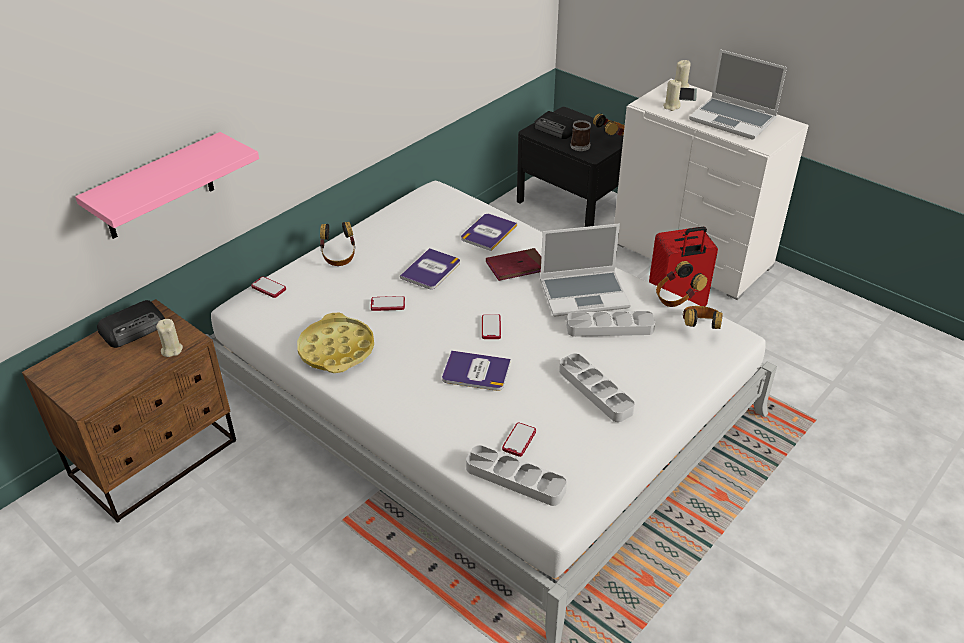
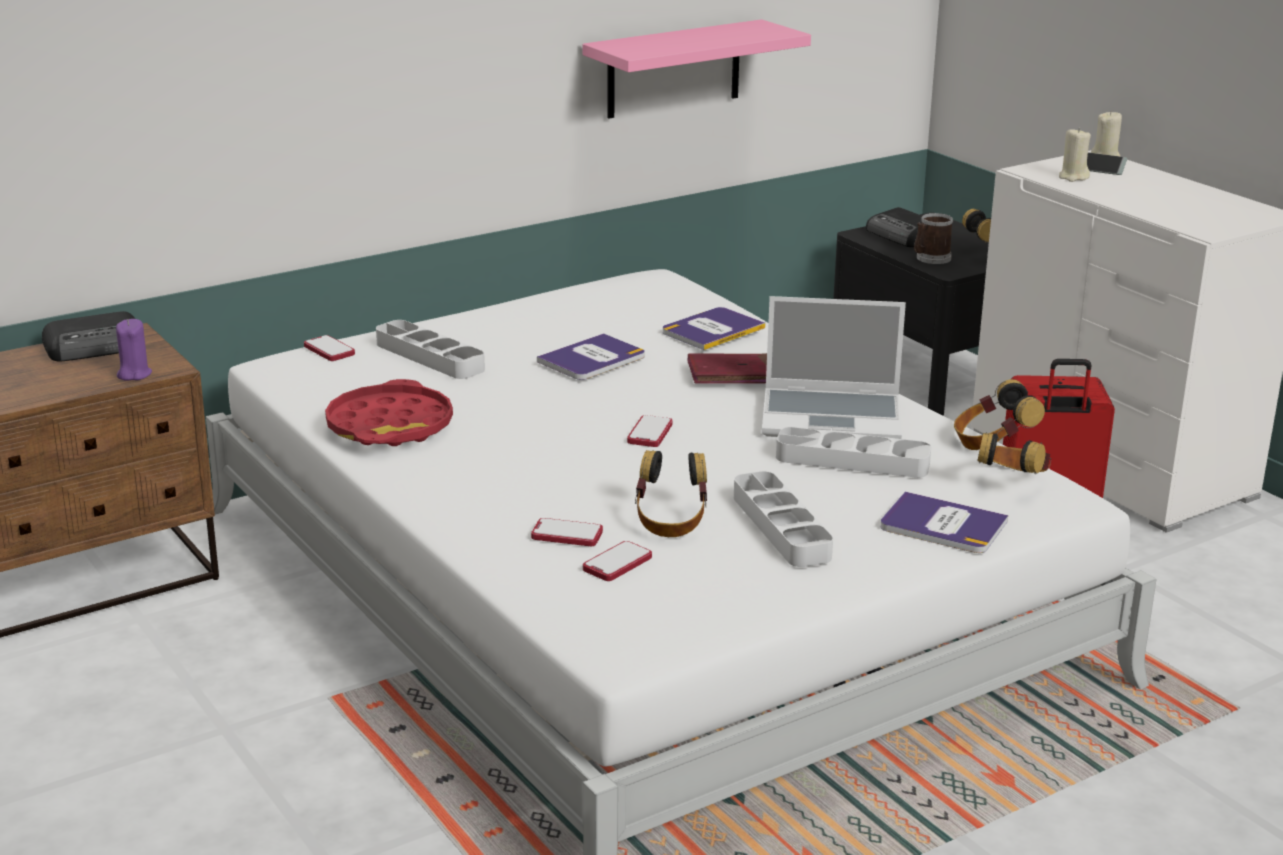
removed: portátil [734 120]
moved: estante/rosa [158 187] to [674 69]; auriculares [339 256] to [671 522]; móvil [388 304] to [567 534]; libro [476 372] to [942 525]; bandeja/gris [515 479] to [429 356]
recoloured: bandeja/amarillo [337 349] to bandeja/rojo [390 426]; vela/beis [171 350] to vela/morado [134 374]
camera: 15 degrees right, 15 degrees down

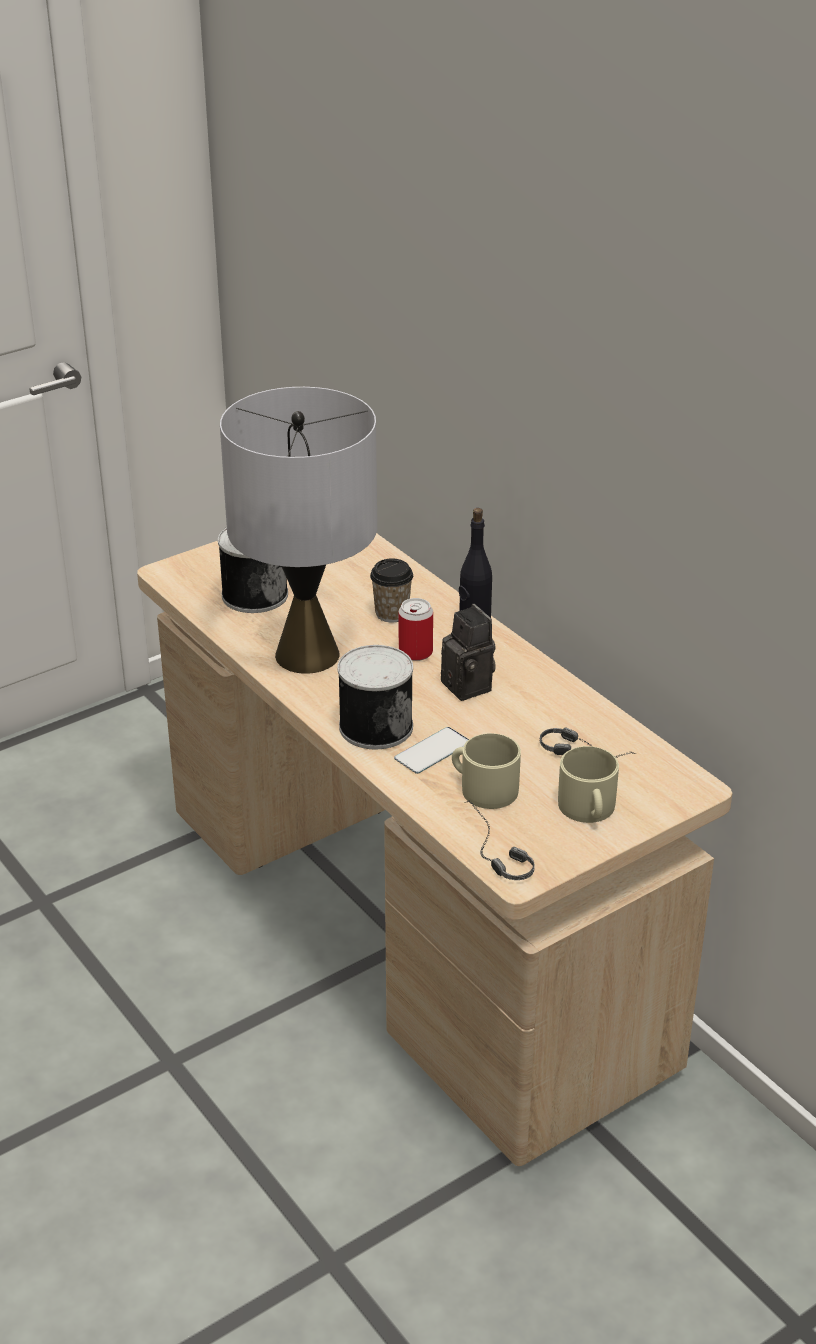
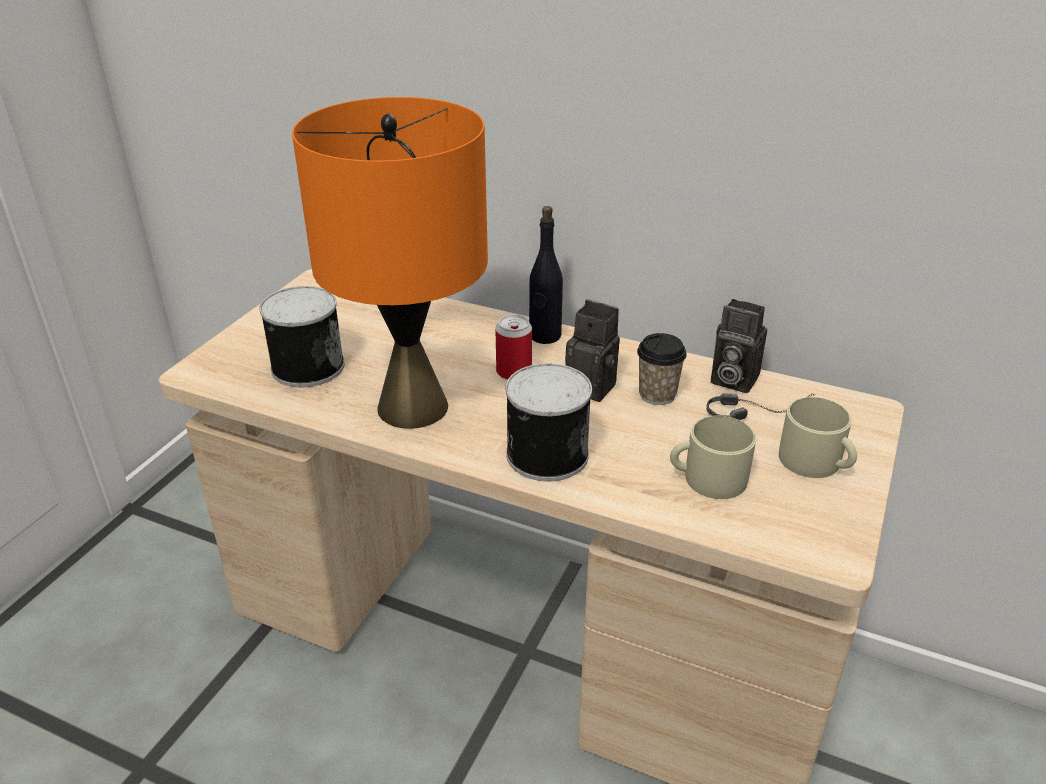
removed: móvil [432 751]; auriculares [491 853]
added: cámara [731 379]
moved: taza [392 613] to [657 394]
recoloured: lámpara de mesa/gris [306 655] to lámpara de mesa/naranja [411 407]
camera: 30 degrees left, 0 degrees up

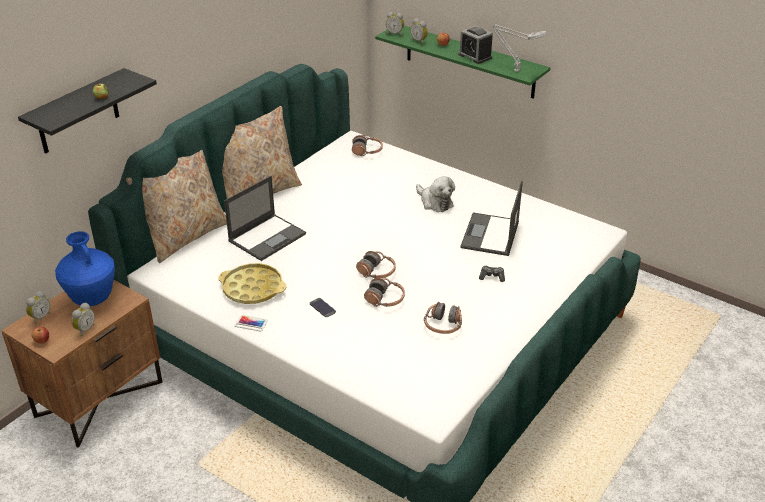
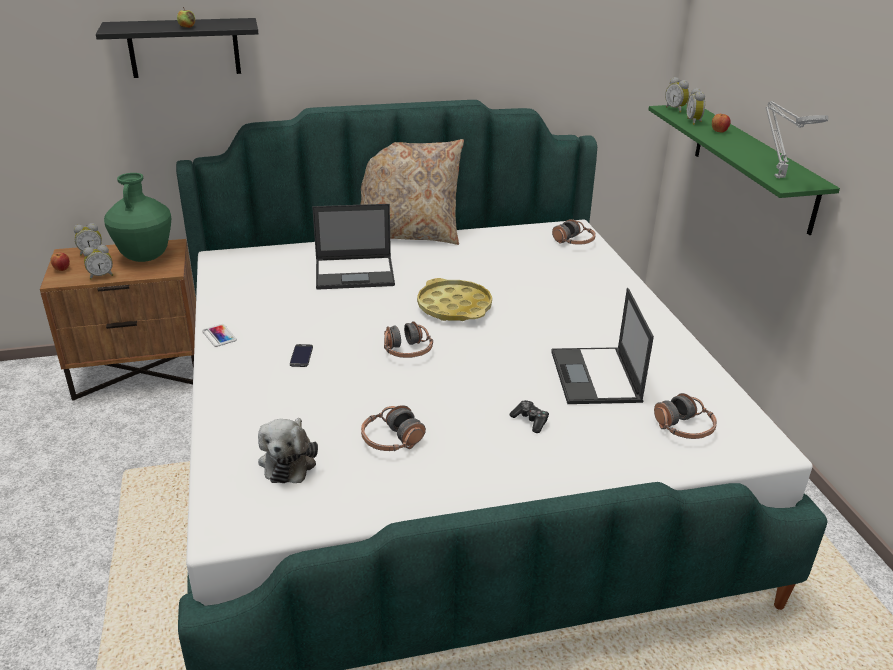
removed: despertador [475 56]; cojín/beis [185 236]
moved: peluche [434 202] to [289 461]; bandeja/amarillo [252 288] to [454 307]; auriculares [385 299] to [683 428]
recoloured: florero/azul [92 299] to florero/verde [145 257]
turned: portátil [490 235] = [596 377] 60 degrees counterclockwise
camera: 40 degrees right, 5 degrees down

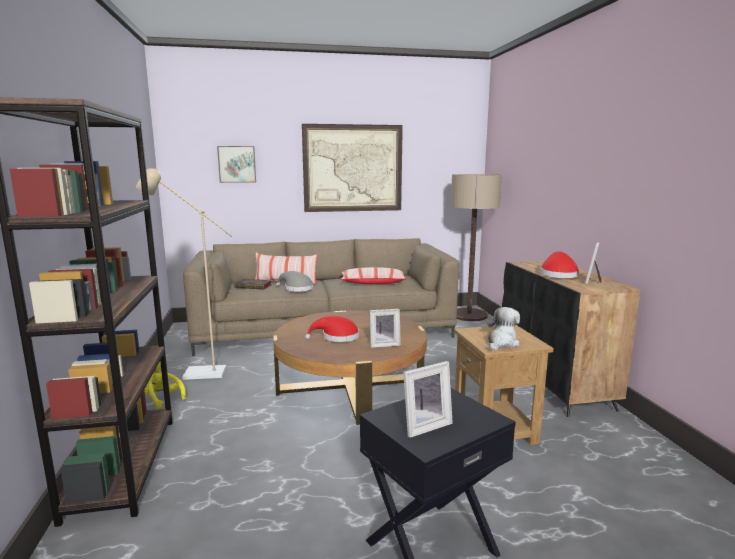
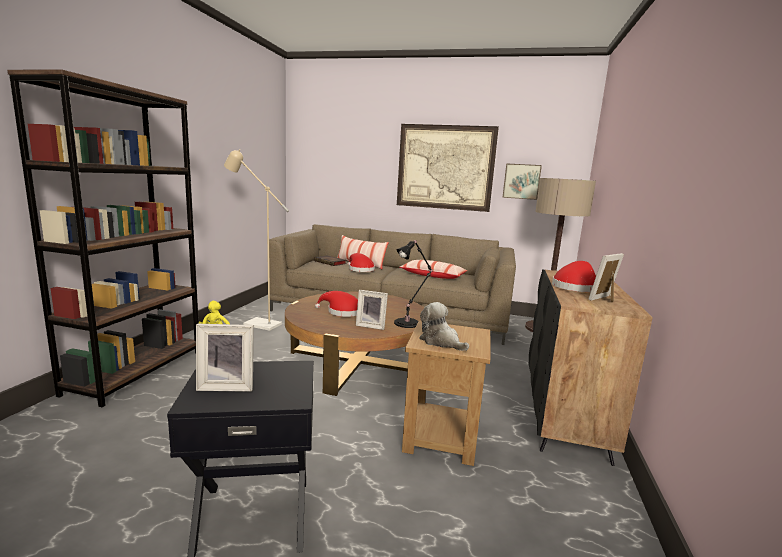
added: lámpara de mesa/negro [408 323]
moved: cuadro [237 164] to [521 181]
recoloured: sombrero/gris [296 288] to sombrero/rojo [360 269]
turned: peluche [501 343] = [441 342] 105 degrees counterclockwise
camera: 25 degrees right, 0 degrees up

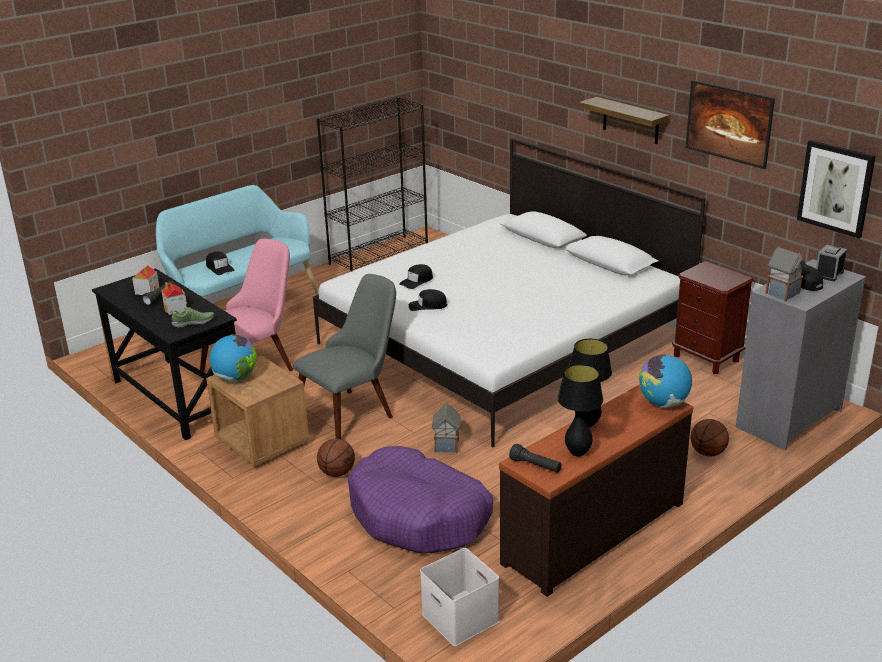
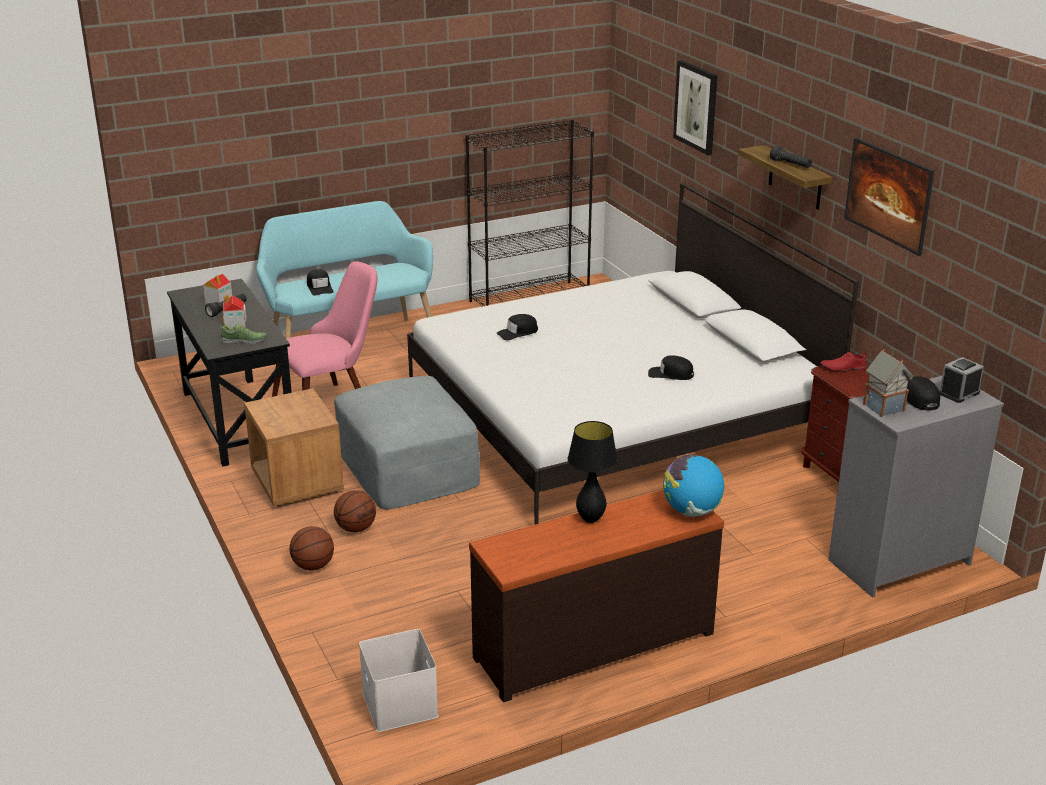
removed: globo terráqueo [235 378]; lámpara de mesa/negro [577 453]; casita [447 446]; cama para perro/morado [419 515]
added: zapato/rojo [843 367]
moved: cuadro [836 188] to [696 107]; gorra/negro [427 305] to [670 374]; balón de baloncesto [707 453] to [313 566]; linterna/negro [535 466] to [790 164]
replaced: silla/gris [353 412] to puf/gris [408 467]
camera: 15 degrees right, 0 degrees up

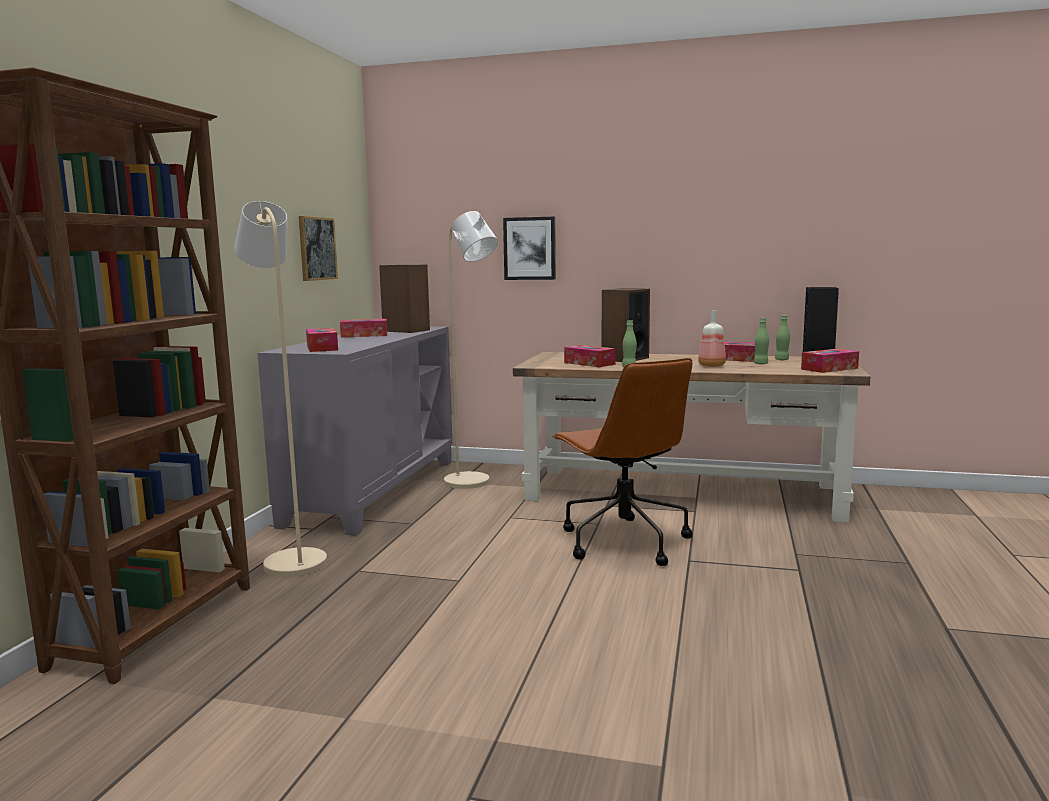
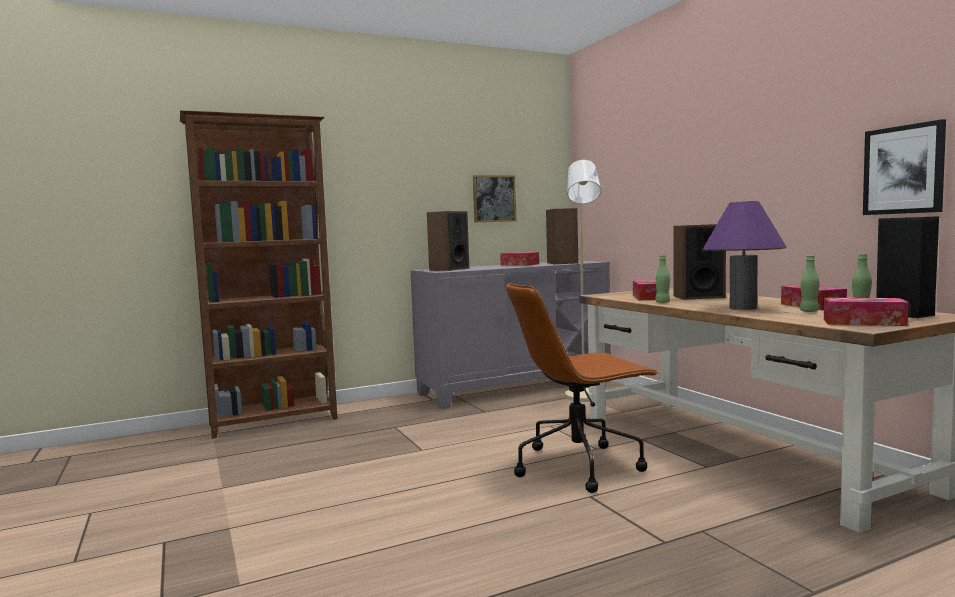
removed: lámpara de pie/beis [292 560]
moved: cuadro [530 248] to [903 170]
replaced: botella [711 366] to lámpara de mesa/morado [743 308]; caja de pañuelos [322 348] to altavoz [449 269]
turned: silla de oficina/marrón [623 541] = [579 465] 45 degrees clockwise
camera: 50 degrees right, 5 degrees down

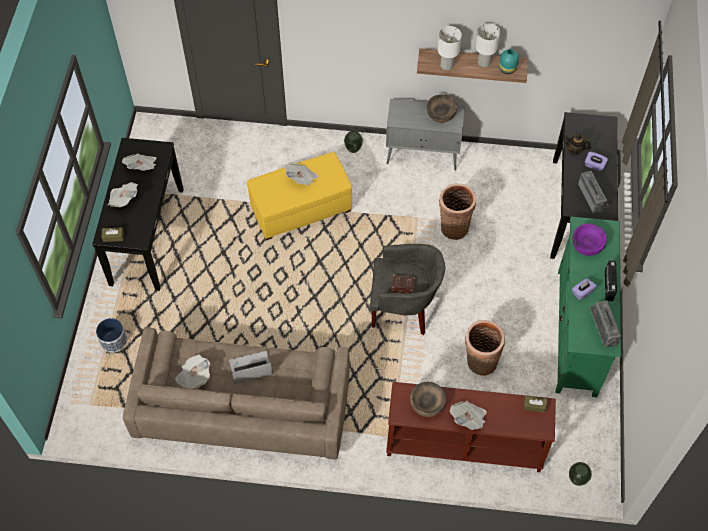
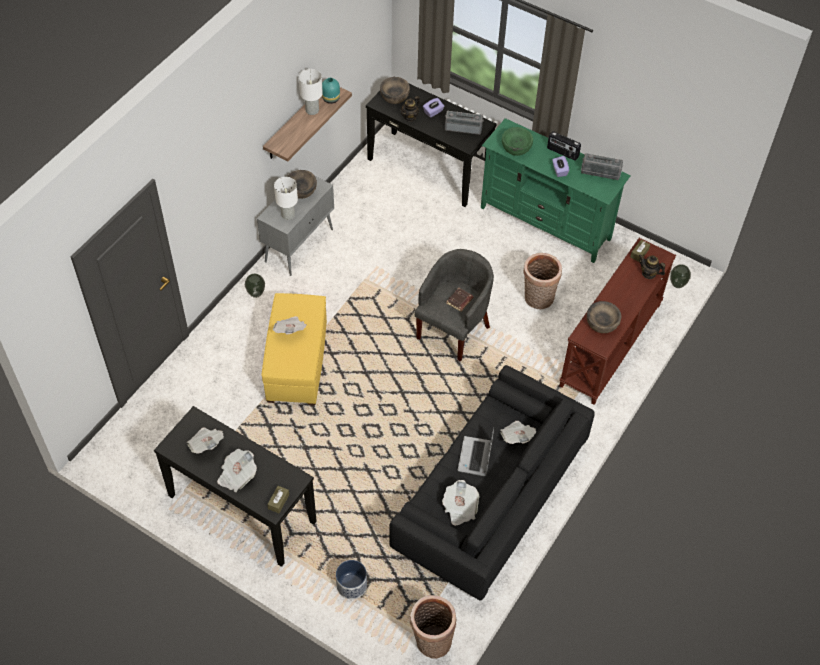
added: cuenco/marrón [394 96]; tetera [649 273]
moved: lámpara de mesa/blanco [447 65] to [288 215]; cesta [453 226] to [431 641]; periódico [468 419] to [517 437]
recoloured: cuenco/morado [587 245] to cuenco/verde [516 147]; sofá/beis [243 408] to sofá/negro [490 498]
camera: 65 degrees left, 5 degrees down

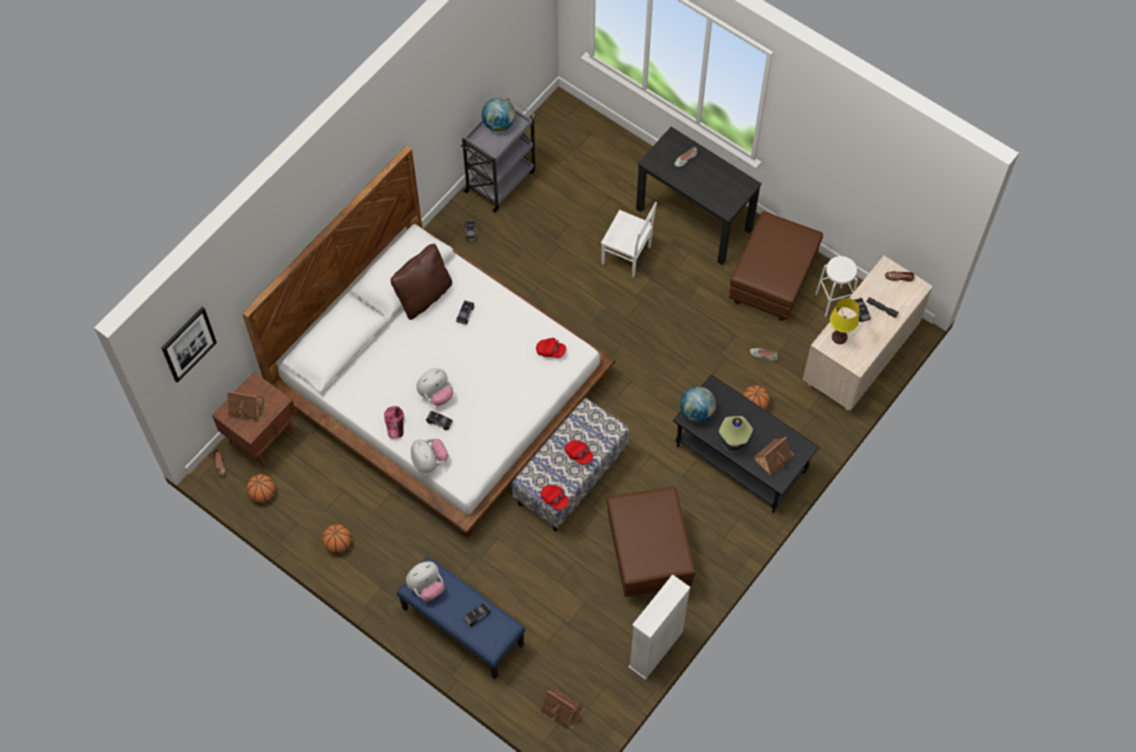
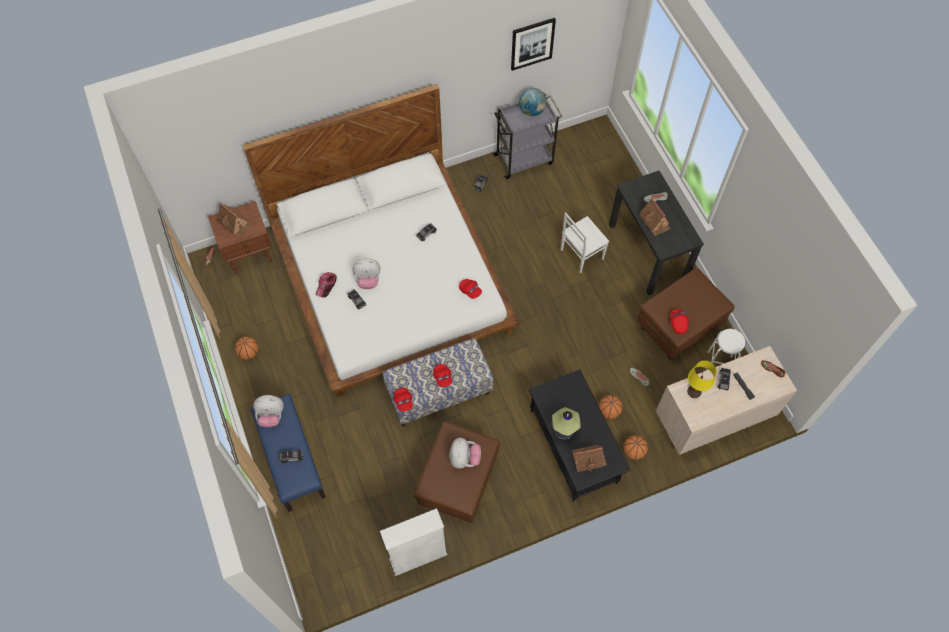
removed: cojín/marrón [423 296]; globo terráqueo [697 412]
added: gorra/rojo [678 323]
moved: cuadro [188 344] to [532 43]; peluche [429 461] to [464 458]; balón de baloncesto [262 493] to [633 451]; casita [562 709] to [655 221]
turned: silla/blanco [626 256] = [581 254] 90 degrees clockwise
camera: 30 degrees right, 0 degrees up

